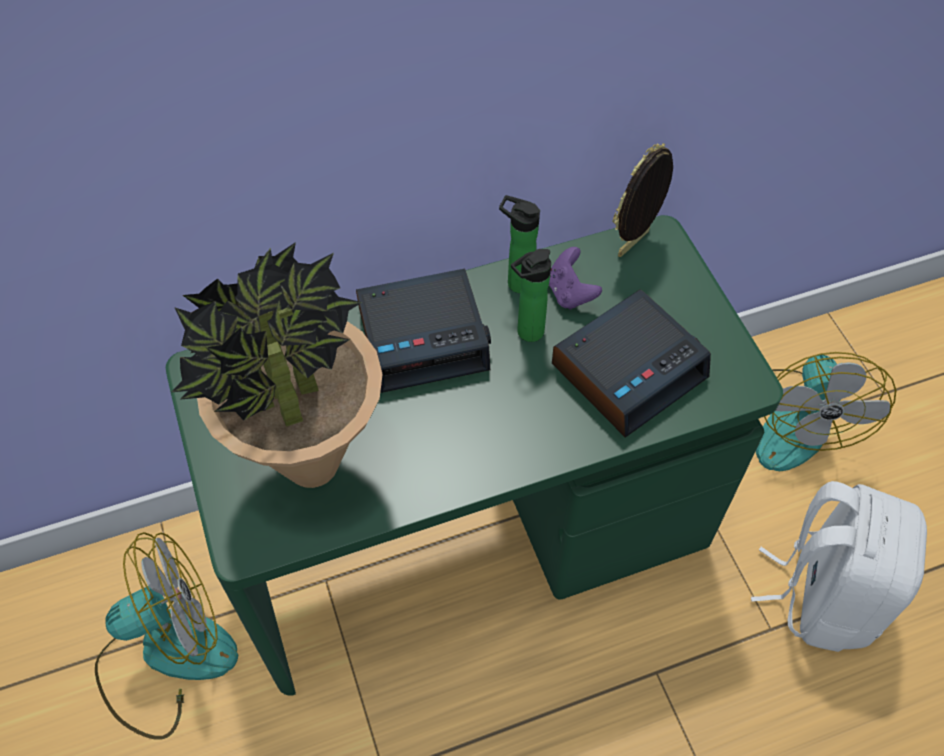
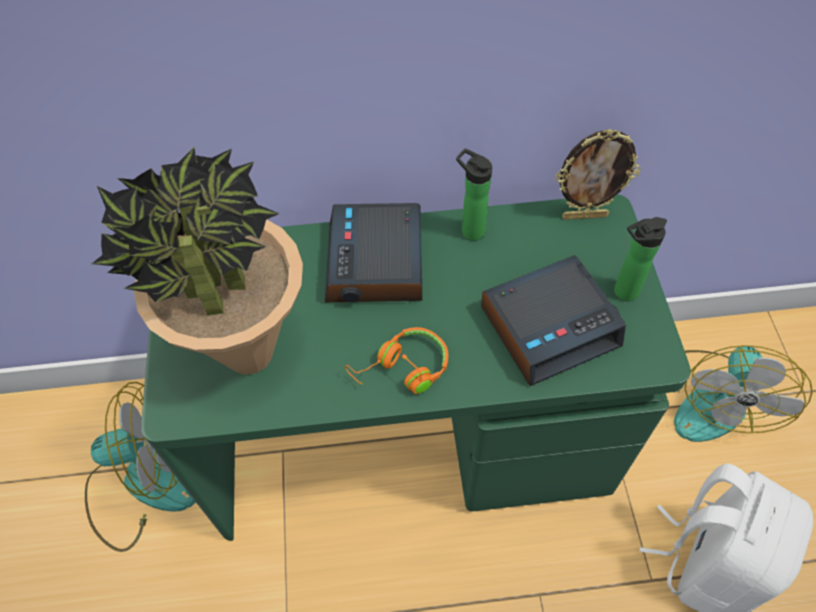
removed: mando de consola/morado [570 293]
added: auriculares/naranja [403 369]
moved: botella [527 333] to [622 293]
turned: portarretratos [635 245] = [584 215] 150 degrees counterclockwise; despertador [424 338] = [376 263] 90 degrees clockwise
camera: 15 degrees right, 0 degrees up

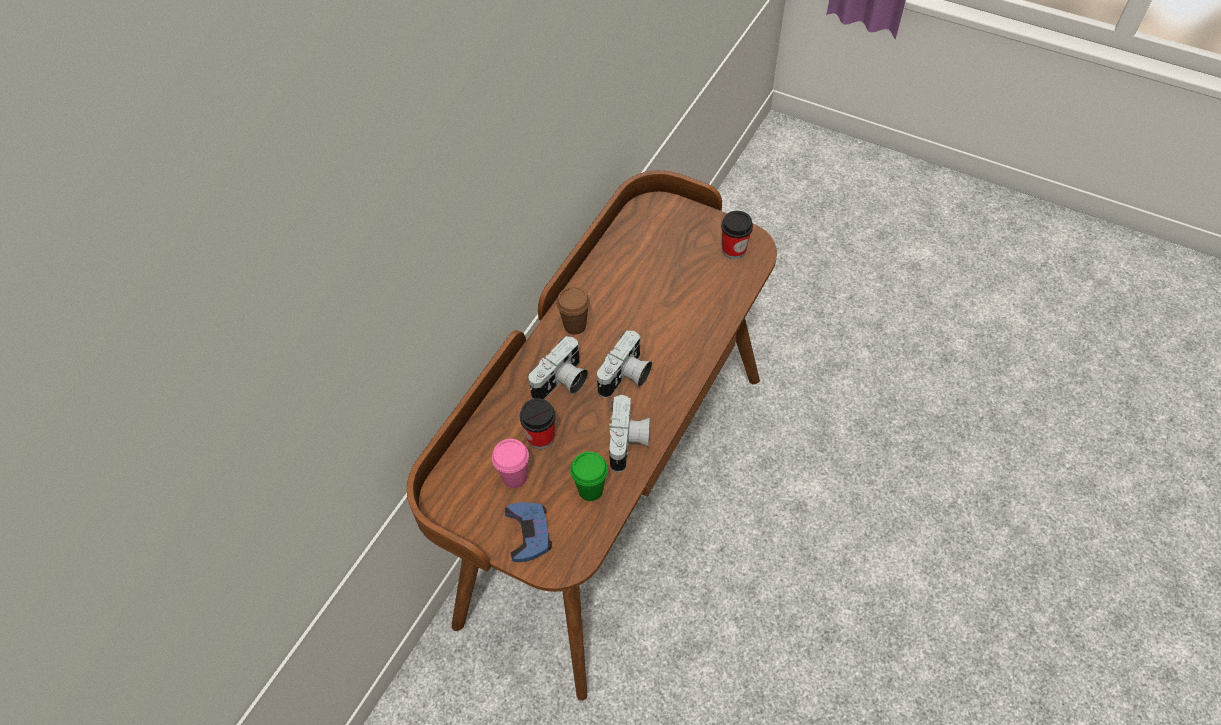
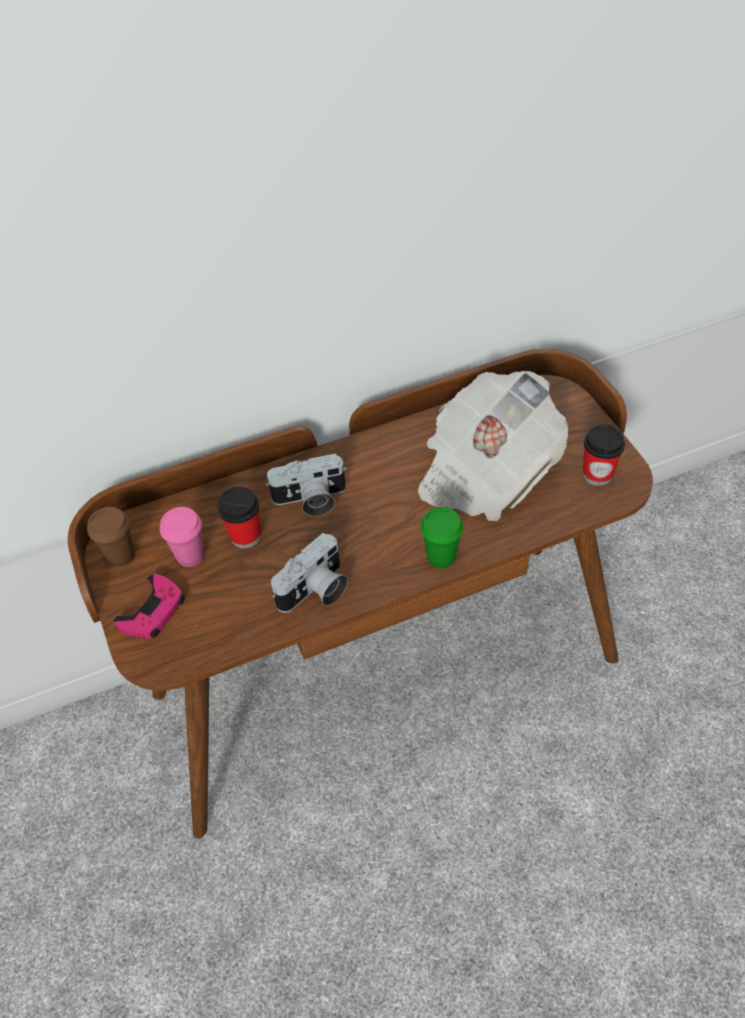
removed: cámara [626 377]
added: periódico [485 472]
moved: taza/marrón [575 326] to [121 555]; taza/verde [590 490] to [441 557]
recoloured: mando de consola/azul [529 533] to mando de consola/rosa [153 611]
camera: 40 degrees right, 5 degrees down

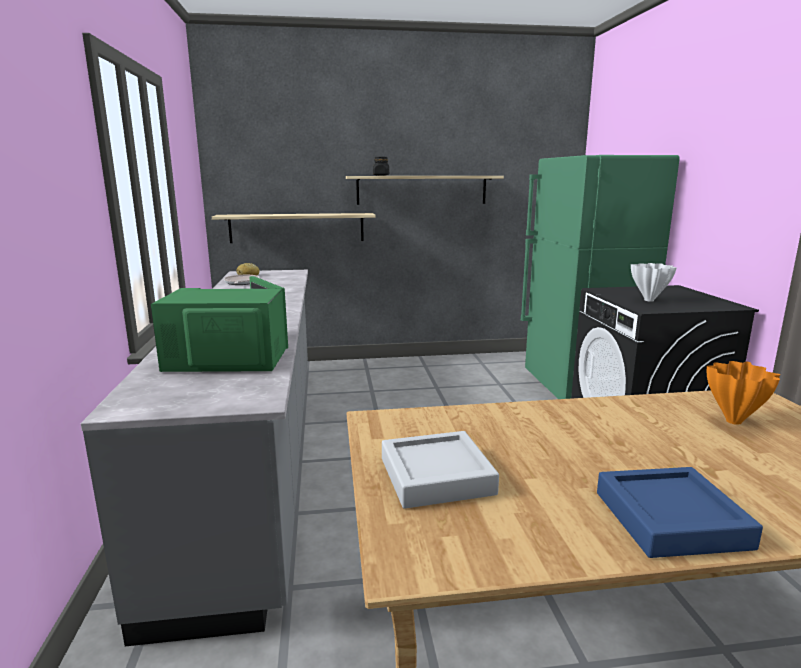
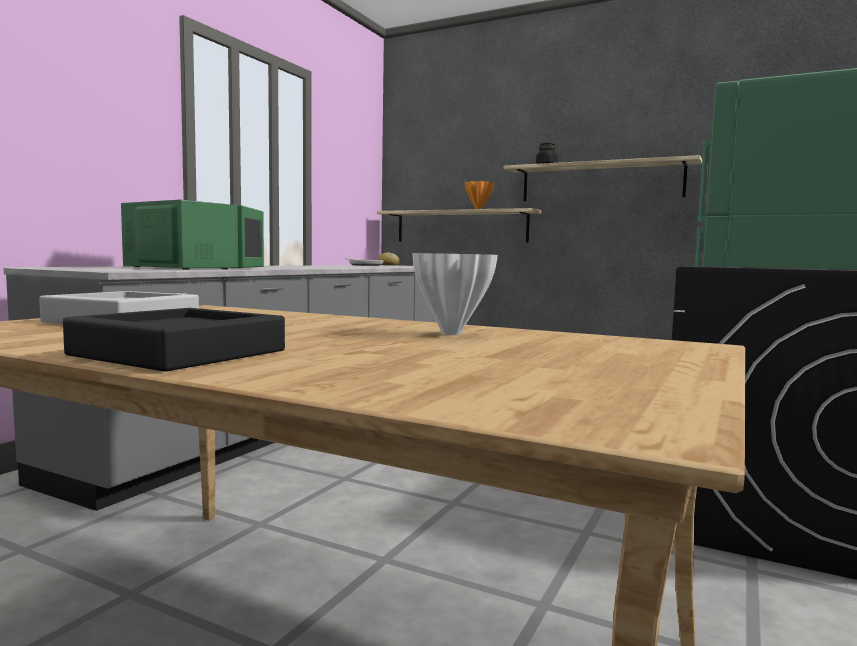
moved: florero/blanco [650 300] to [451 334]; florero/naranja [733 422] to [477 209]
recoloured: bandeja/azul [670 519] to bandeja/negro [179 353]
camera: 35 degrees right, 10 degrees down

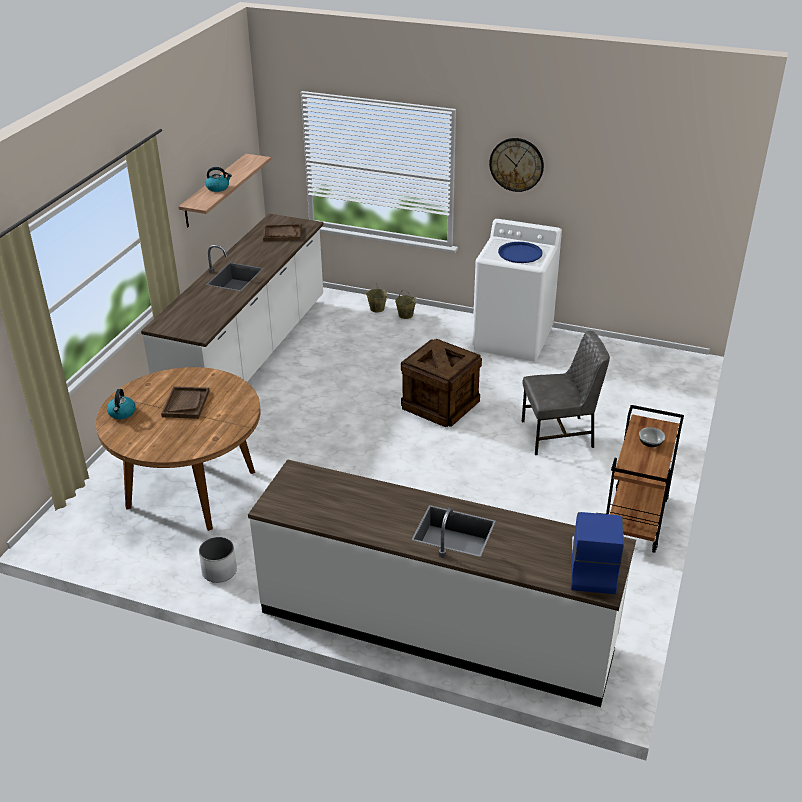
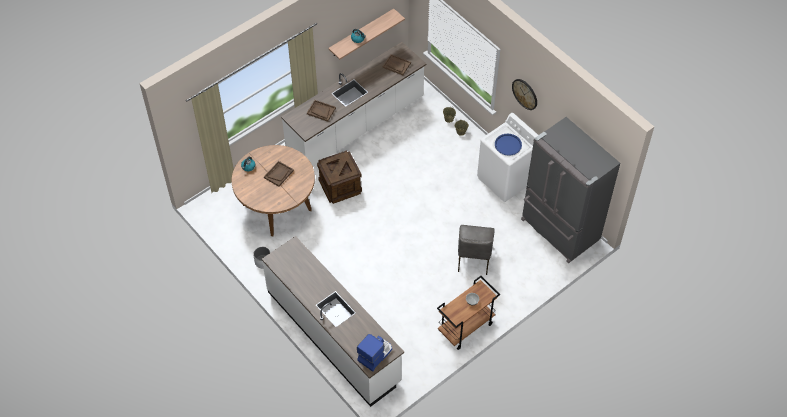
added: bandeja/marrón [321 111]; nevera/gris [559 230]
moved: caja de embalaje [439 405] to [340 186]
turned: silla/gris [559 435] = [473 259] 75 degrees clockwise
camera: 30 degrees right, 20 degrees up

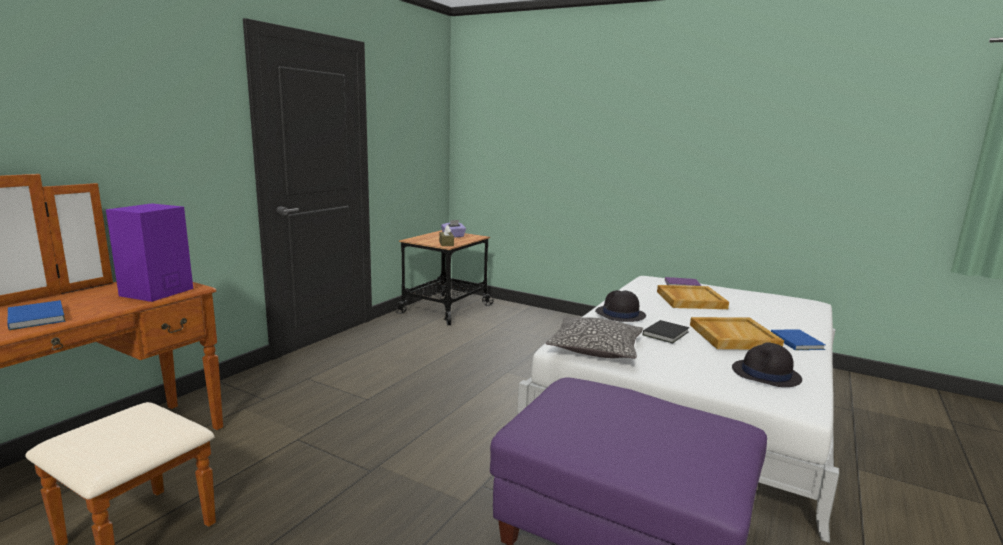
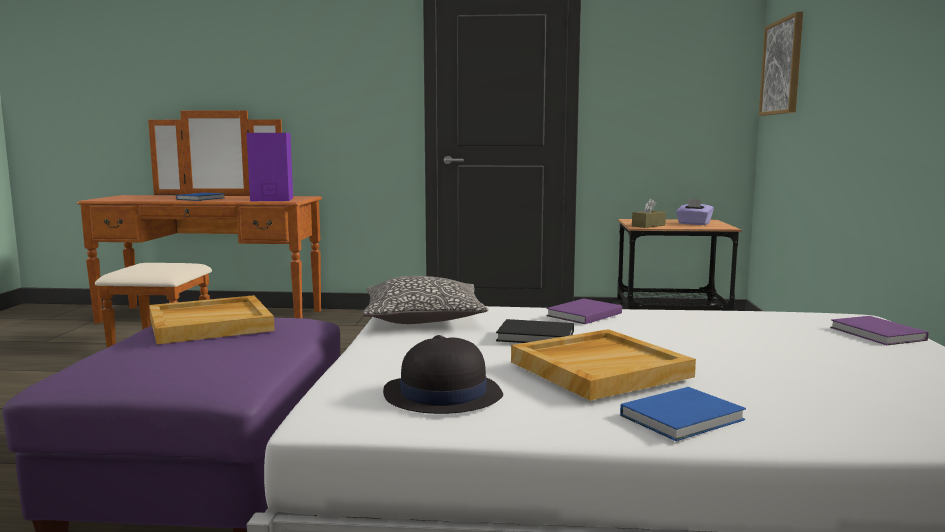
added: cuadro [782 67]
moved: bandeja/beis [690 300] to [211 324]
replaced: sombrero/negro [620 314] to libro/morado [582 314]
camera: 65 degrees right, 5 degrees down

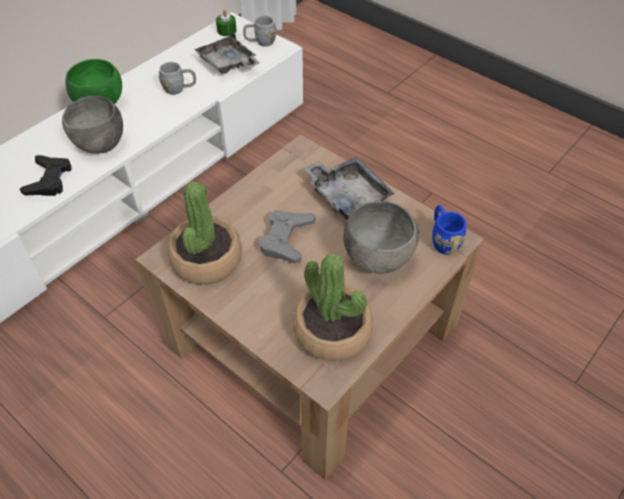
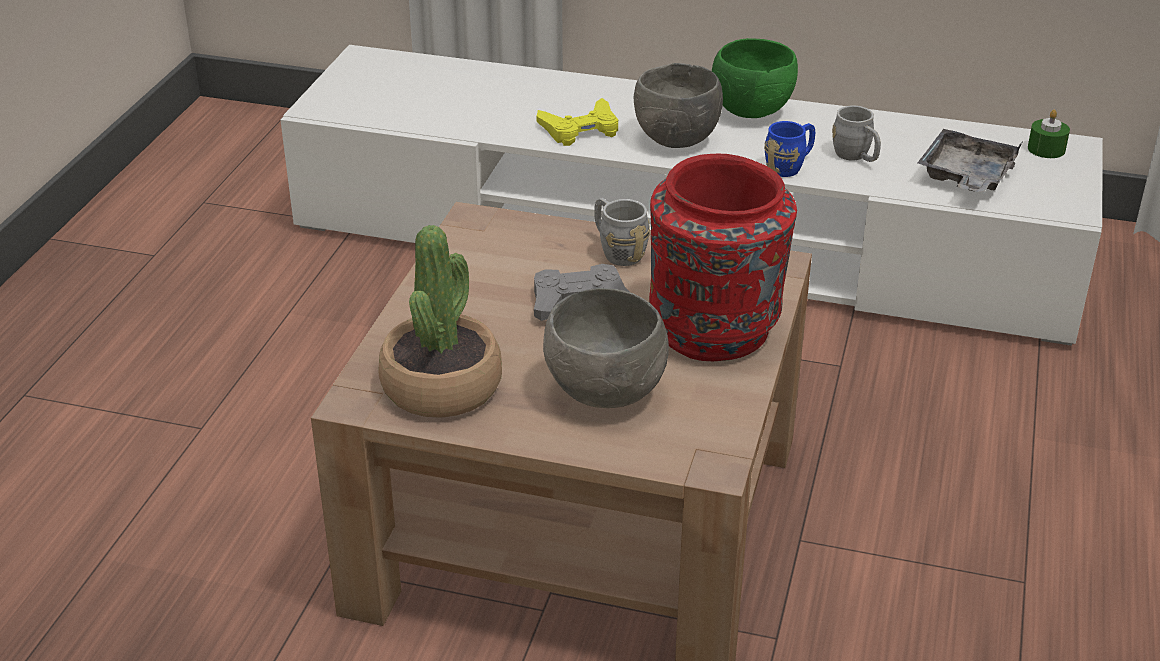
removed: planta en maceta [206 259]
moved: taza grande/gris [260 42] to [617 250]; taza grande/azul [442 239] to [790 166]
replaced: bandeja/gris [347 195] to florero/rojo [715 332]
recoloured: mando de consola/negro [49 180] to mando de consola/amarillo [580 129]
camera: 65 degrees right, 15 degrees down

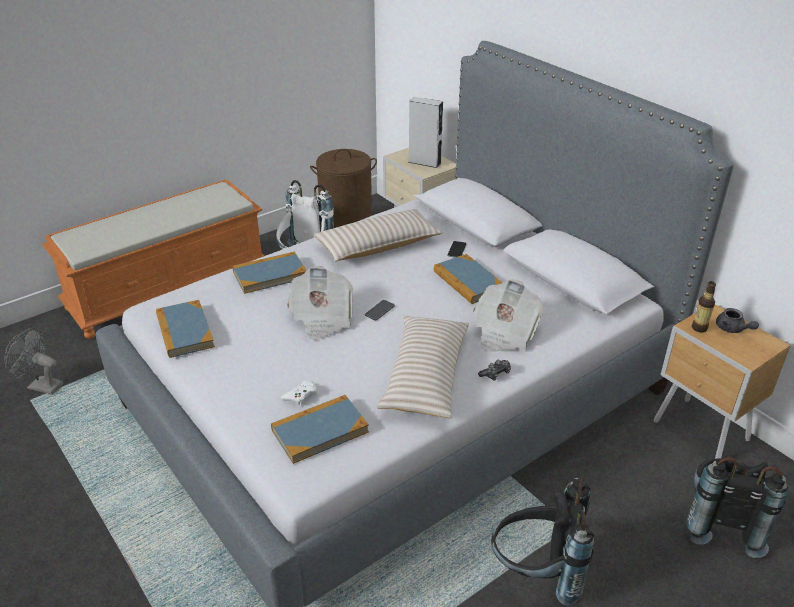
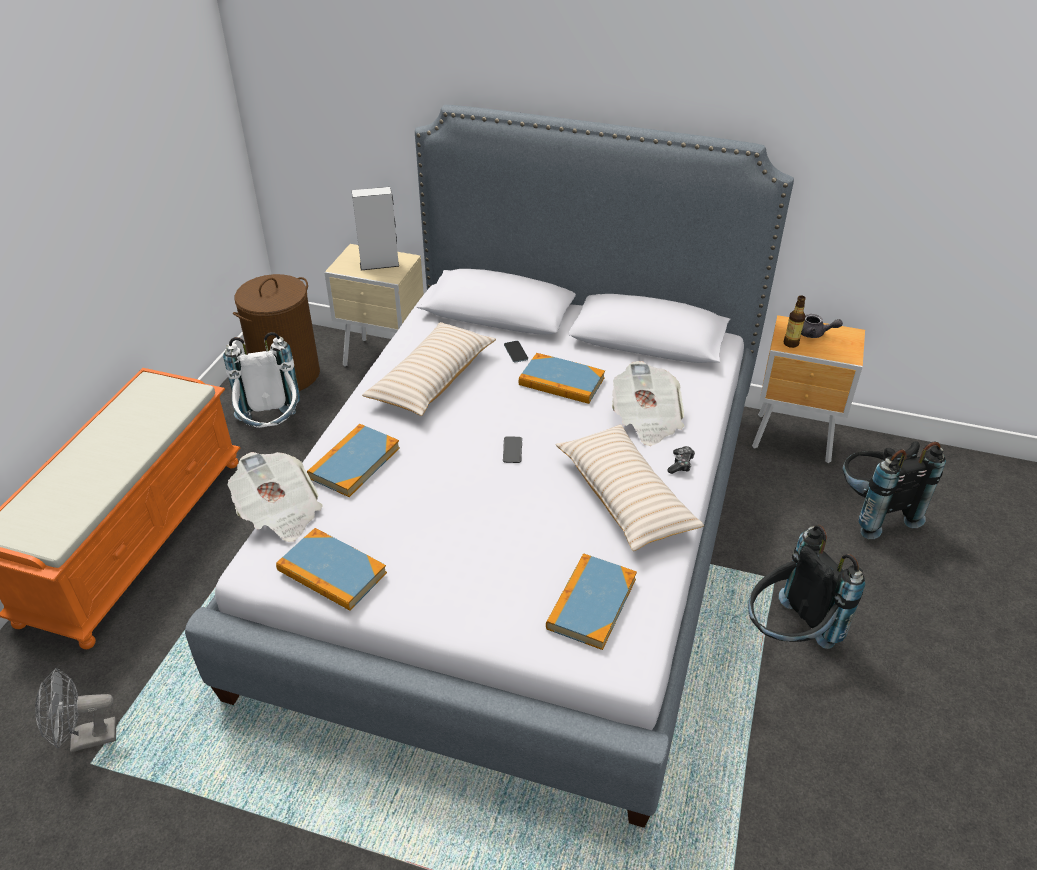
removed: mando de consola/blanco [300 395]
moved: periódico [321 318] to [279 512]
camera: 35 degrees left, 5 degrees up

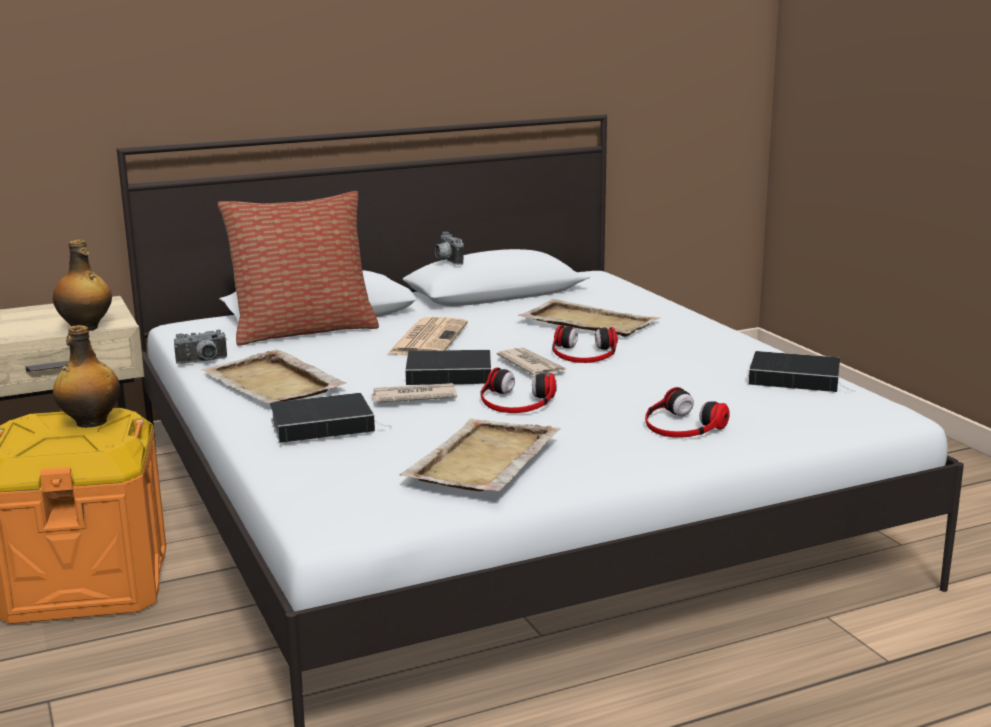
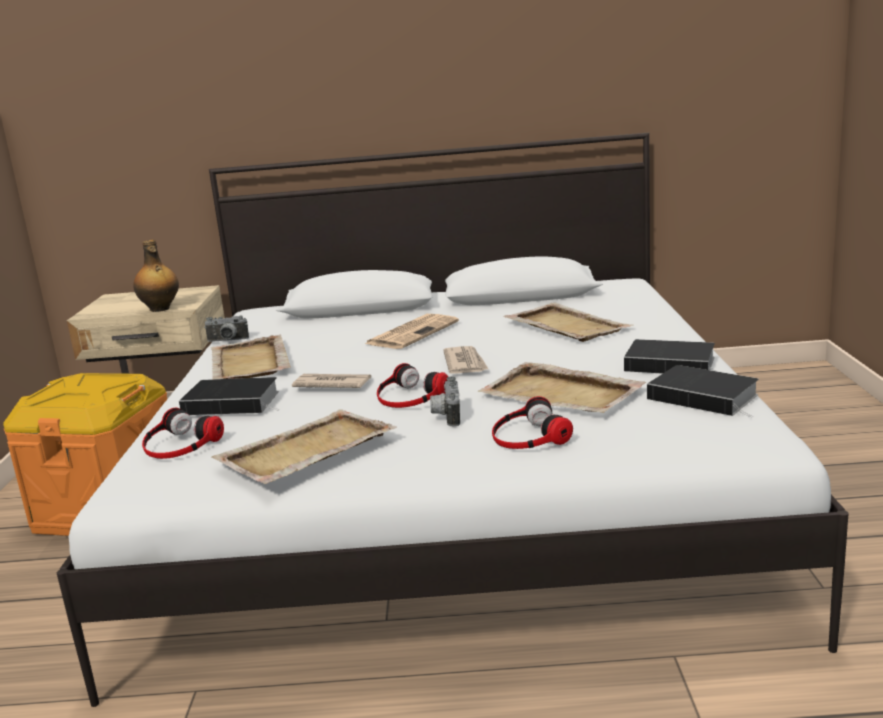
removed: cojín [303 330]; botella [90 423]
added: bandeja/beis [562 394]
moved: cámara [446 261] to [446 416]; auriculares [584 353] to [179 444]; libro [452 374] to [673 364]
camera: 25 degrees right, 0 degrees up

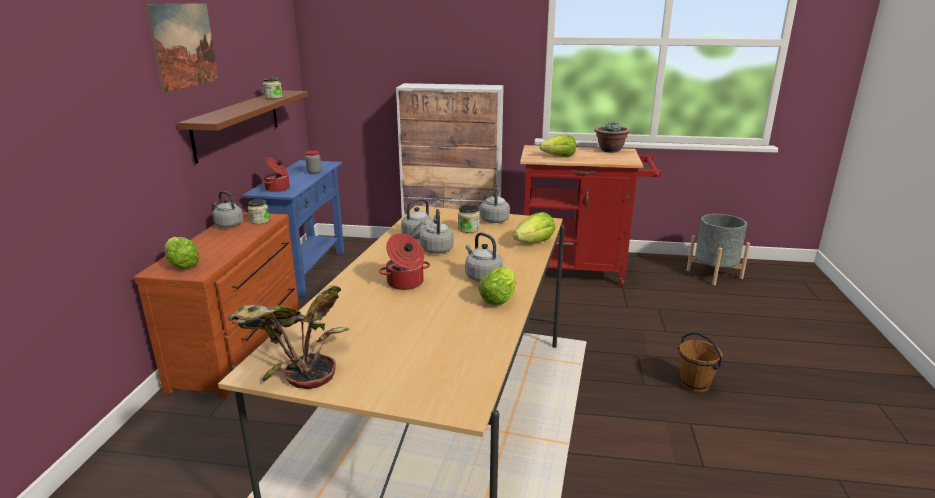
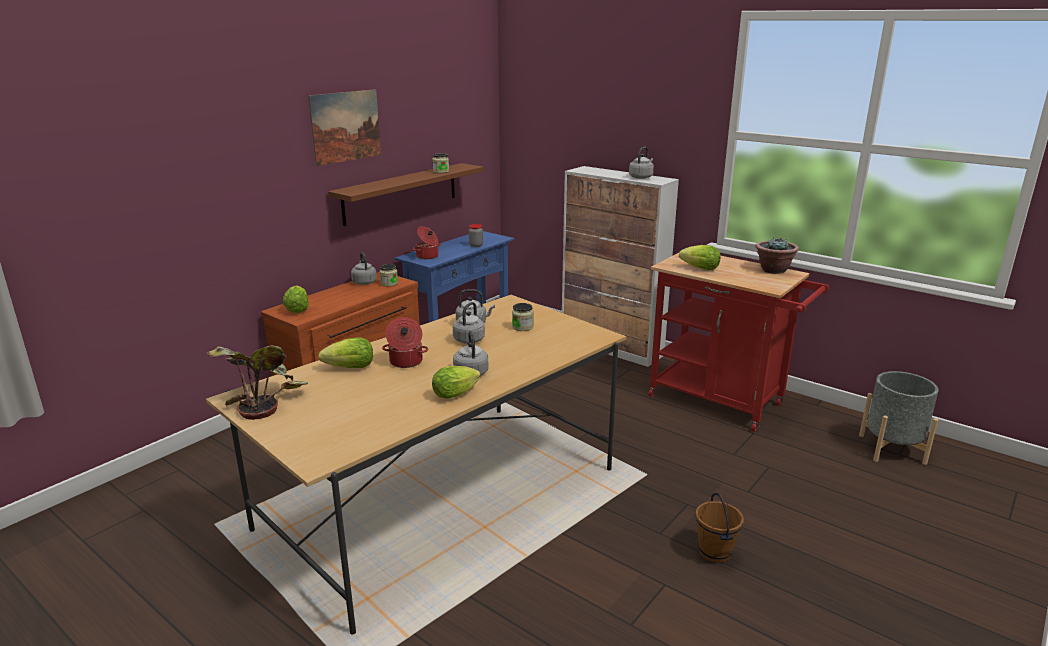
moved: hervidor/gris [494 220] to [641 177]; lechuga [534 243] to [351 368]
camera: 30 degrees right, 0 degrees up

